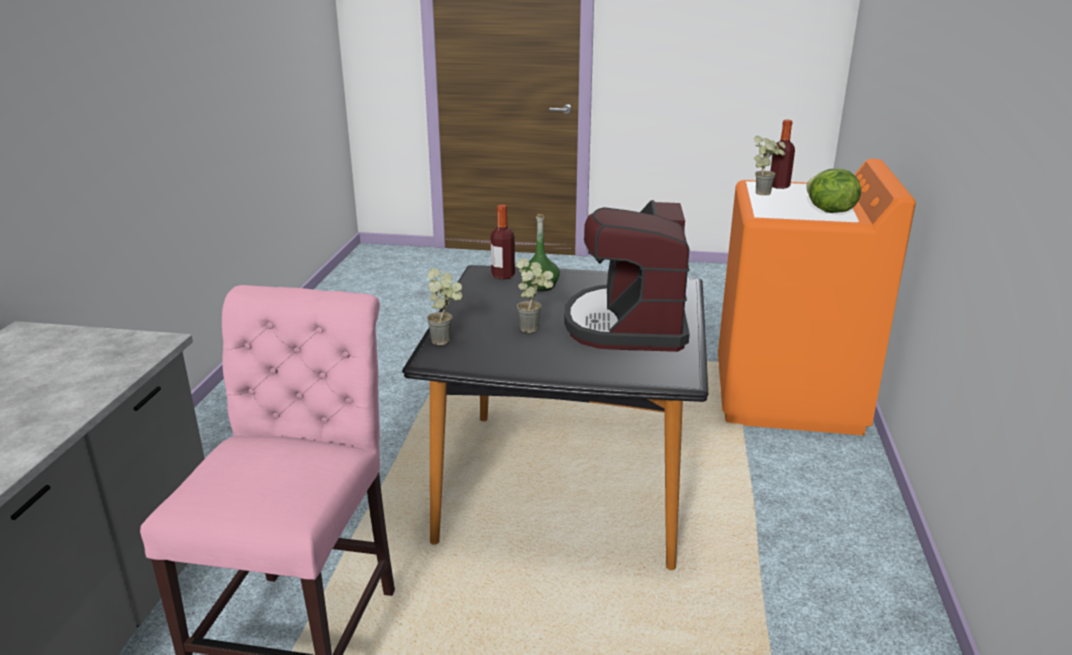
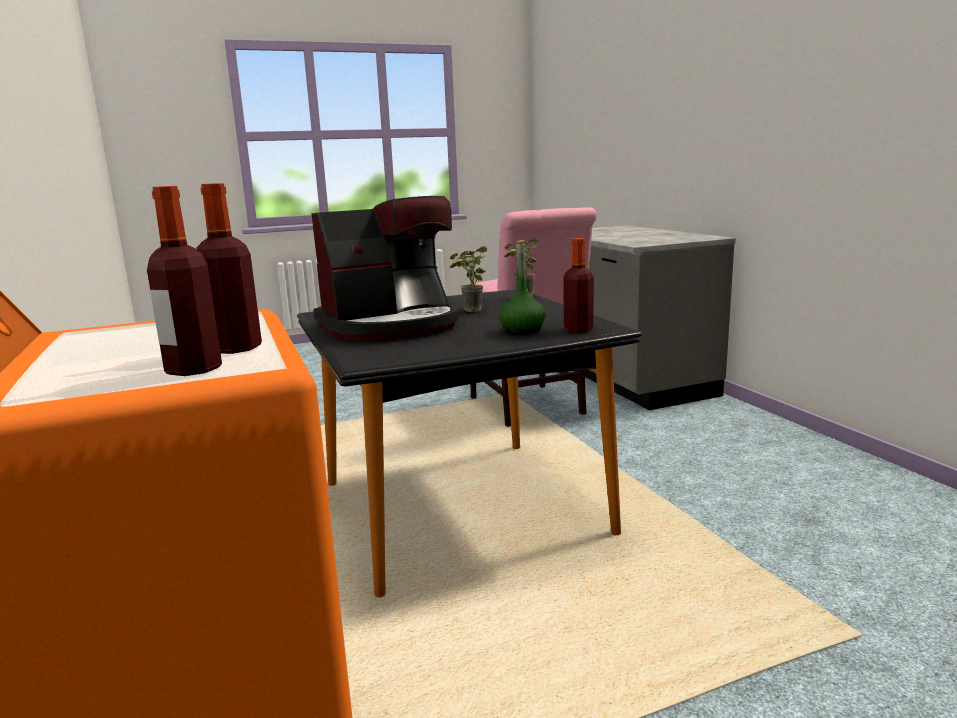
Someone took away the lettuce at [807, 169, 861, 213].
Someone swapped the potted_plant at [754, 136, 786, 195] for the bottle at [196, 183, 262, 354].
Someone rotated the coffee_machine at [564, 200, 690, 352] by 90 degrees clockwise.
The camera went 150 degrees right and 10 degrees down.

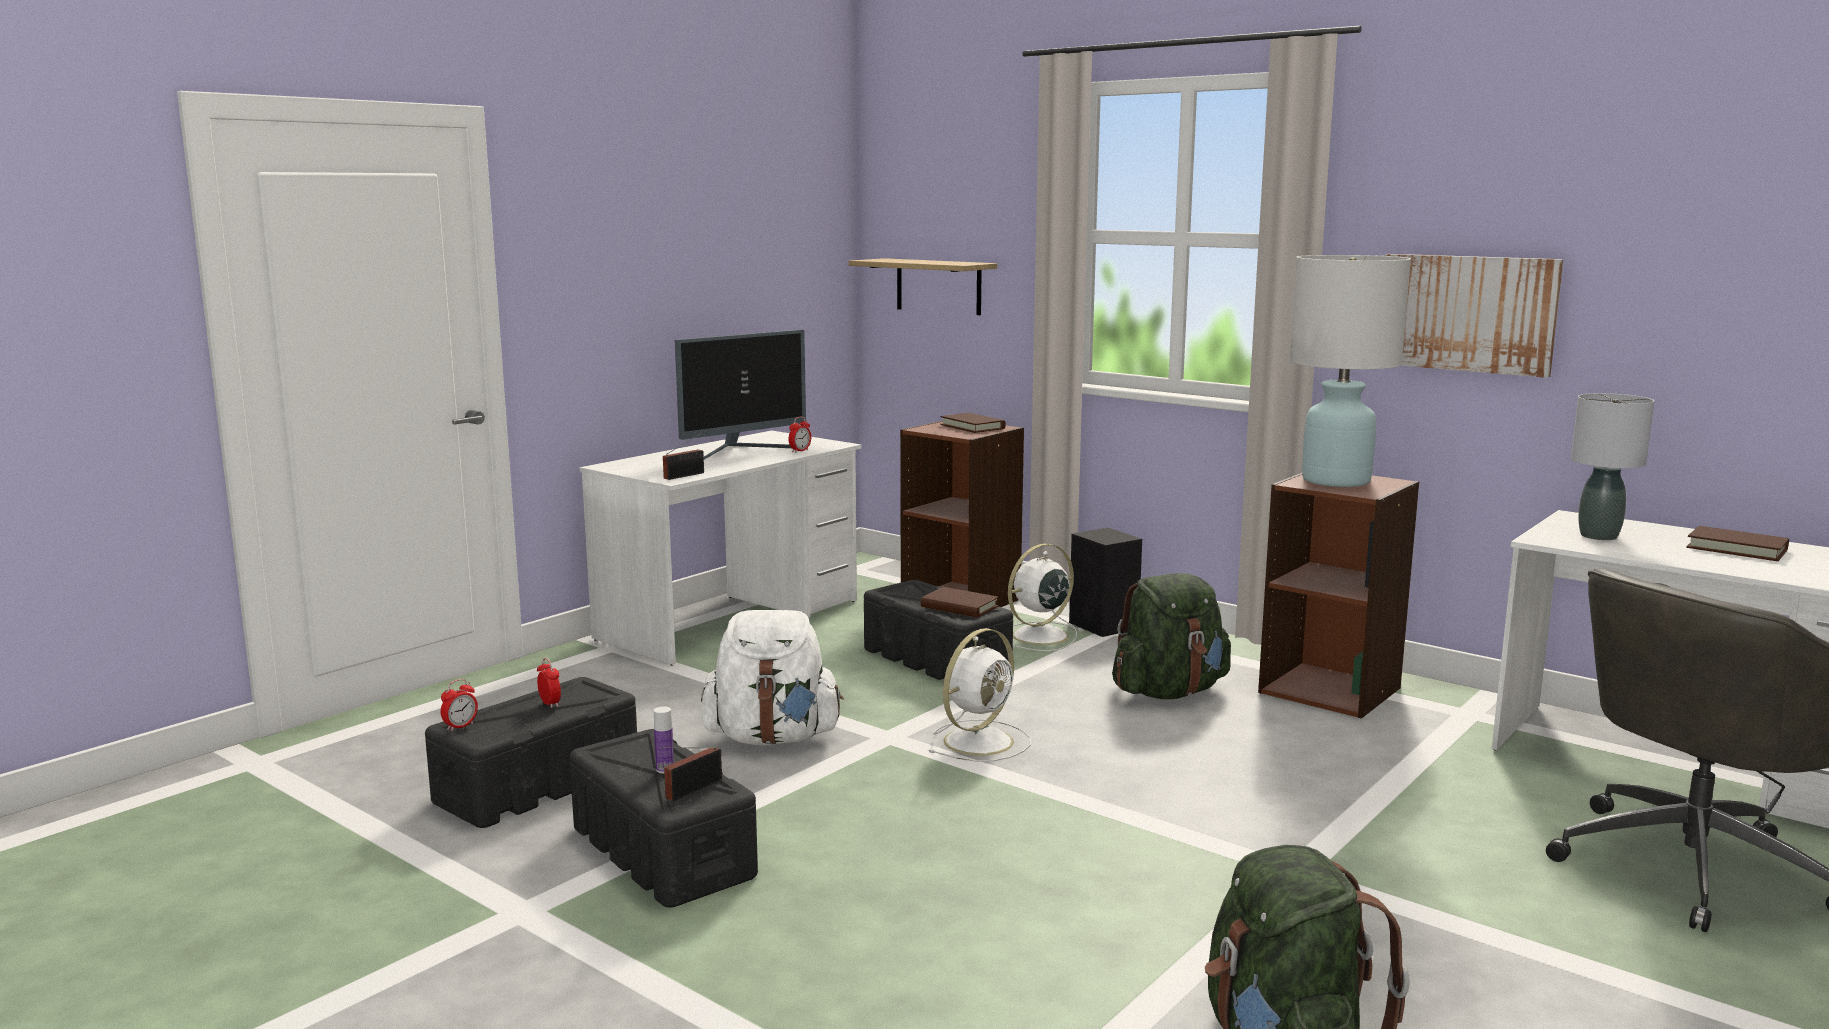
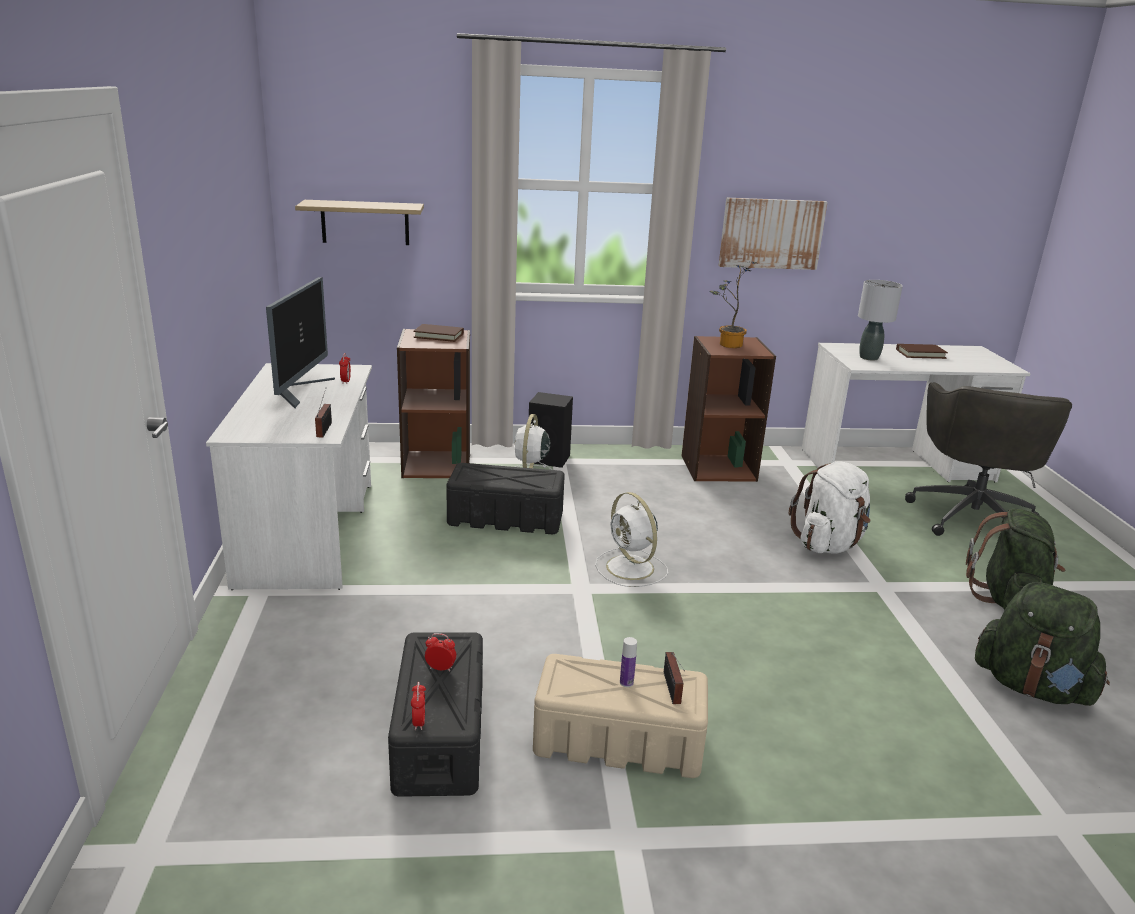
Someone took away the brown_book at [921, 587, 998, 617].
Someone carried the white_backpack from [701, 610, 844, 746] to [788, 461, 871, 553].
Someone carried the green_backpack from [1112, 573, 1231, 699] to [966, 509, 1065, 610].
Someone swapped the white_table_lamp at [1290, 255, 1411, 487] for the potted_plant at [709, 261, 756, 348].
Someone repainted the black_storage_box at [569, 729, 758, 907], which became the beige_storage_box at [533, 654, 708, 778].
Someone rotated the white_fan at [928, 628, 1031, 762] by 150 degrees clockwise.
The camera went 45 degrees left and 10 degrees up.

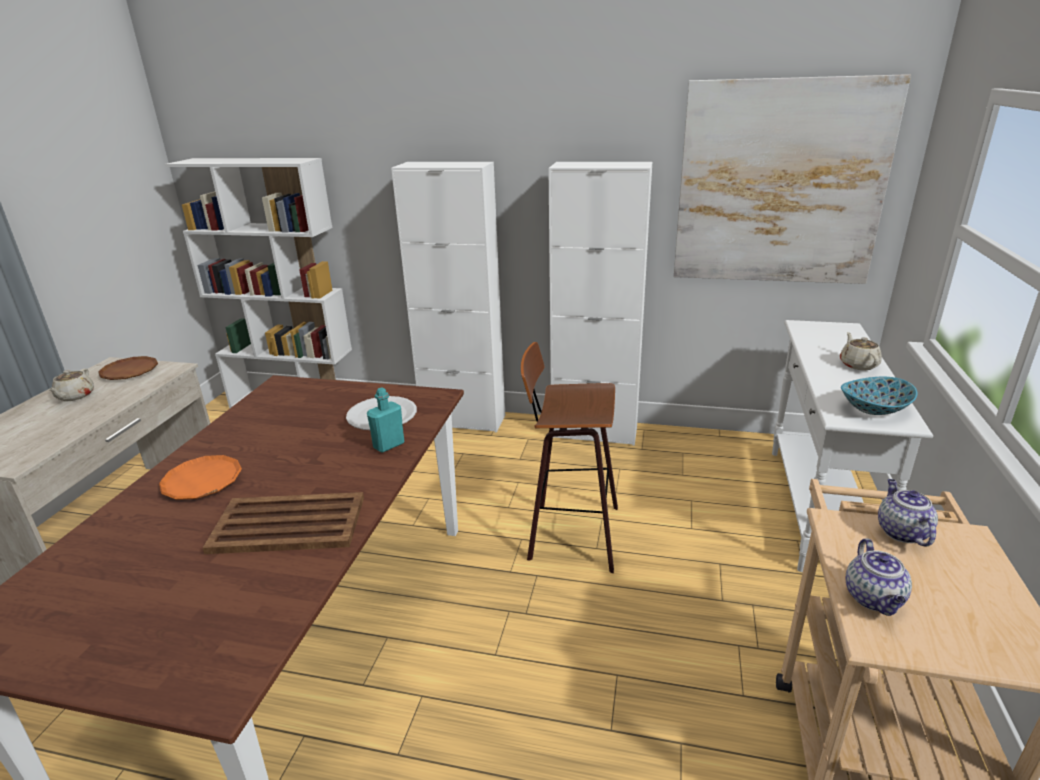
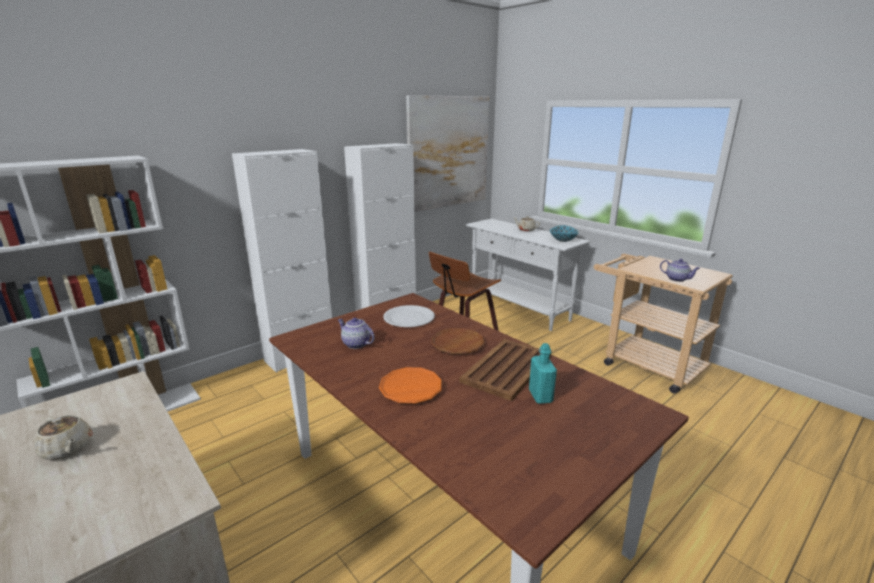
Someone carried the brown_plate from [98, 356, 158, 380] to [432, 328, 485, 354].
Someone carried the turquoise_bottle from [367, 387, 404, 452] to [529, 343, 557, 404].
Someone carried the teapot from [878, 479, 938, 547] to [338, 318, 375, 349].
The camera went 55 degrees left and 5 degrees down.

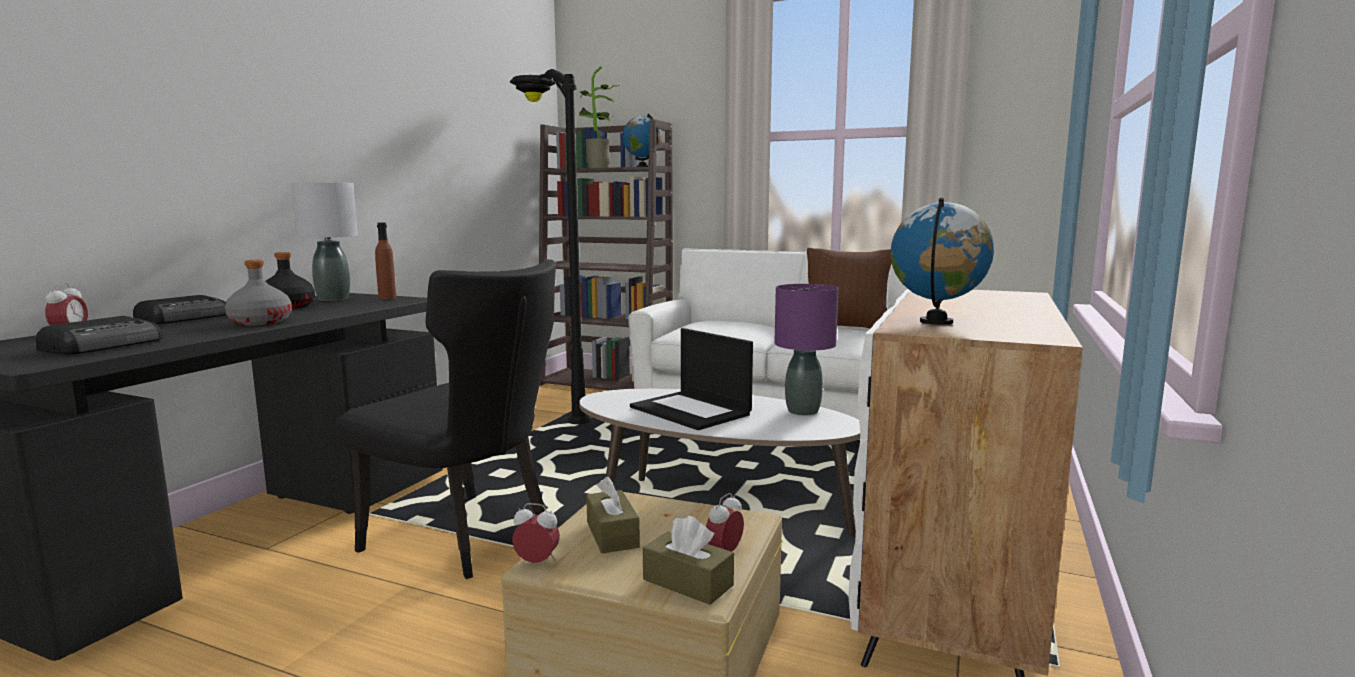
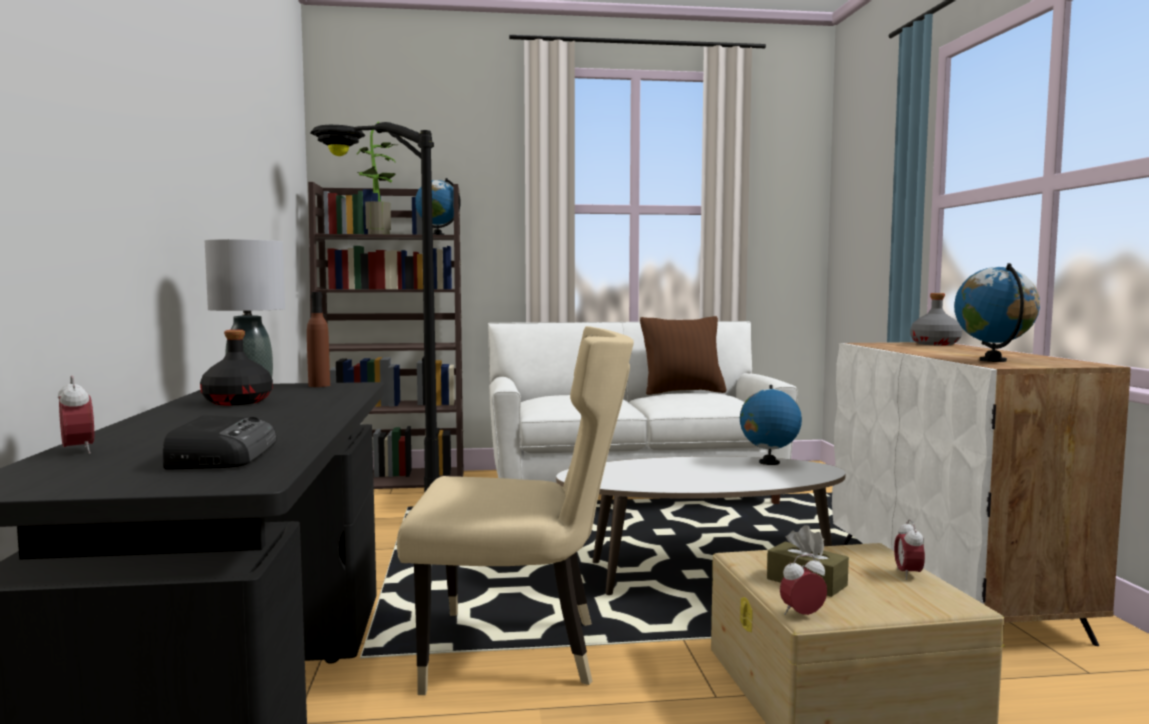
Someone took away the radio at [133, 295, 226, 324].
Someone took away the laptop at [630, 328, 753, 430].
Someone took away the brown_tissue_box at [643, 516, 734, 605].
Someone carried the grey_bottle from [225, 260, 292, 326] to [910, 293, 962, 346].
Someone swapped the purple_table_lamp at [774, 284, 838, 416] for the globe at [740, 385, 802, 465].
Someone repainted the black_chair at [336, 259, 556, 579], which became the beige_chair at [397, 326, 634, 695].
The camera went 30 degrees left and 5 degrees down.

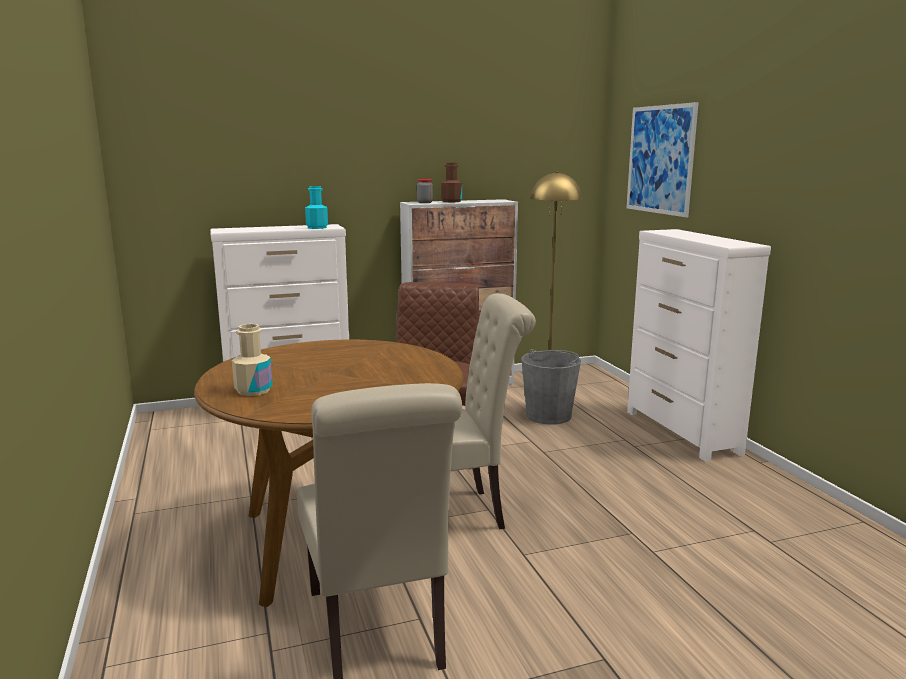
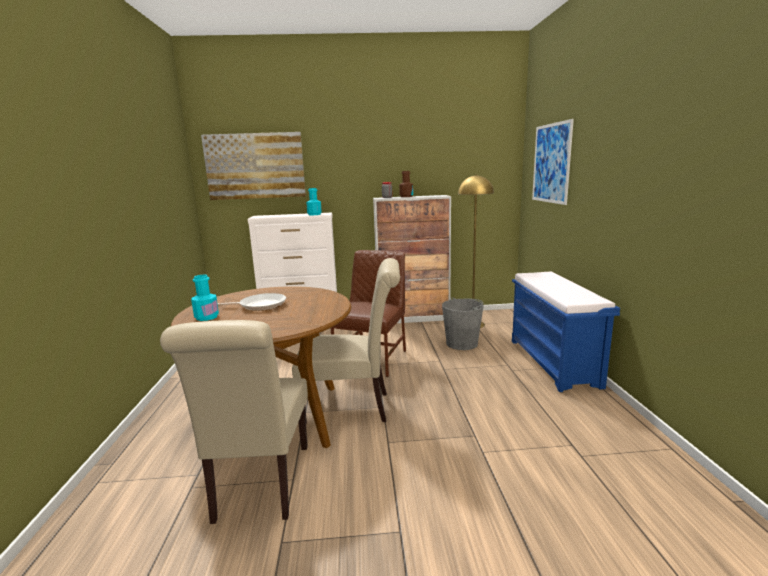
Someone put up the picture at [201, 132, 306, 200].
Someone put down the frying_pan at [217, 293, 286, 311].
Someone swapped the white_dresser at [627, 229, 771, 462] for the blue_bench at [512, 272, 620, 392].
Someone repainted the beige_bottle at [232, 324, 273, 396], which became the turquoise_bottle at [191, 275, 219, 321].
The camera went 15 degrees right and 0 degrees up.

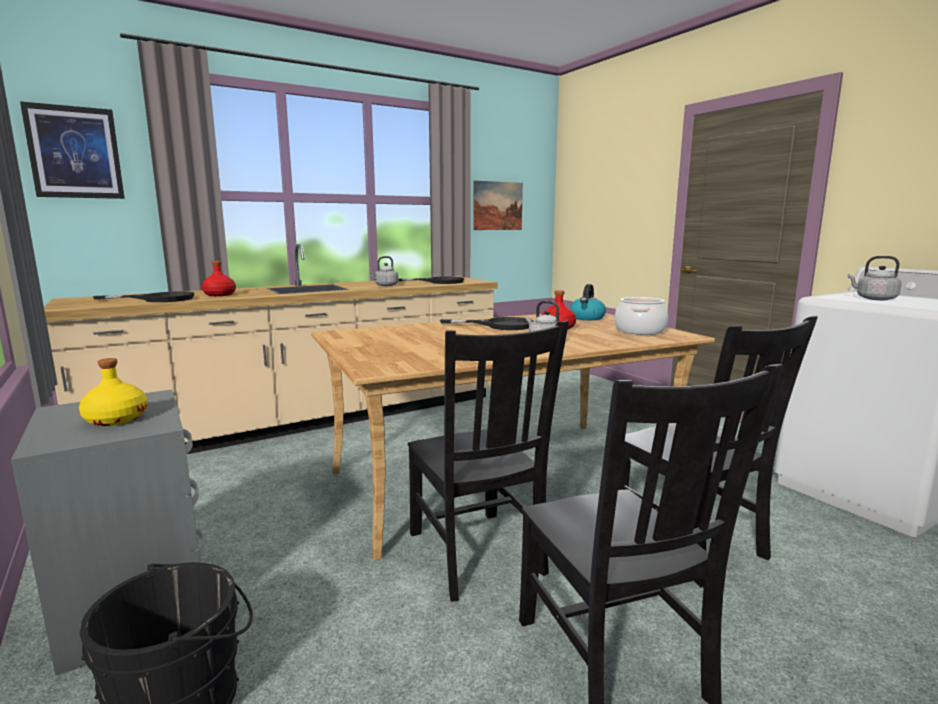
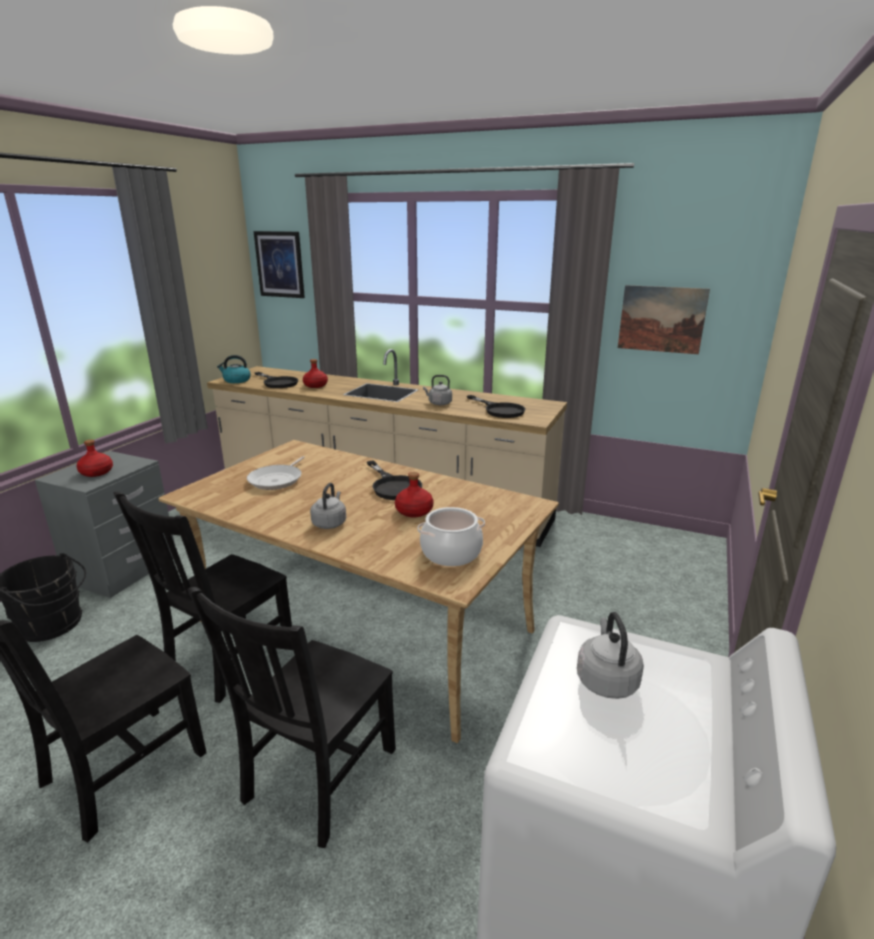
Someone put down the frying_pan at [247, 456, 305, 490].
Someone carried the kettle from [570, 284, 606, 320] to [217, 355, 251, 383].
Someone repainted the yellow_bottle at [79, 358, 148, 426], which became the red_bottle at [76, 440, 113, 477].
The camera went 55 degrees right and 10 degrees up.

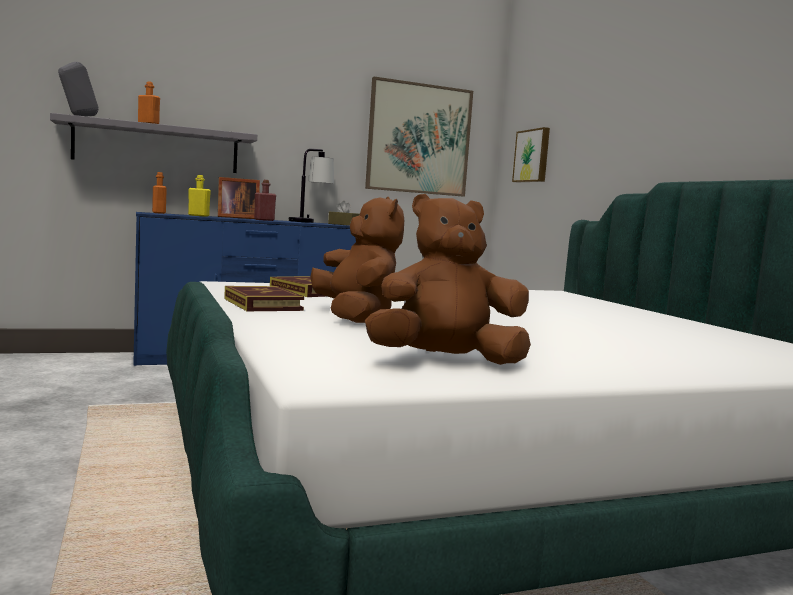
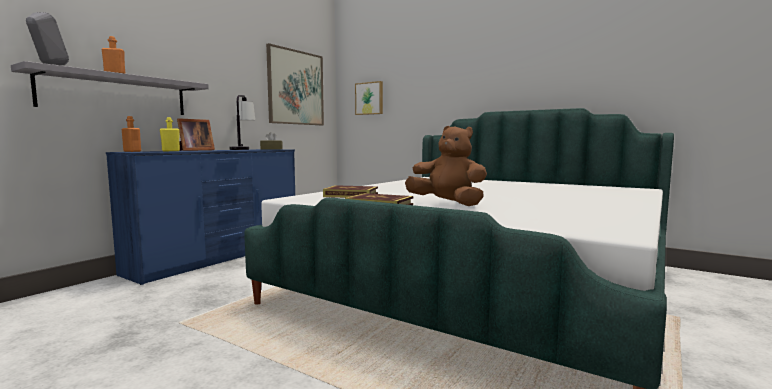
Someone took away the red_bottle at [254, 180, 276, 221].
Someone took away the brown_plush_toy at [365, 194, 531, 365].
The camera went 35 degrees left and 0 degrees up.

